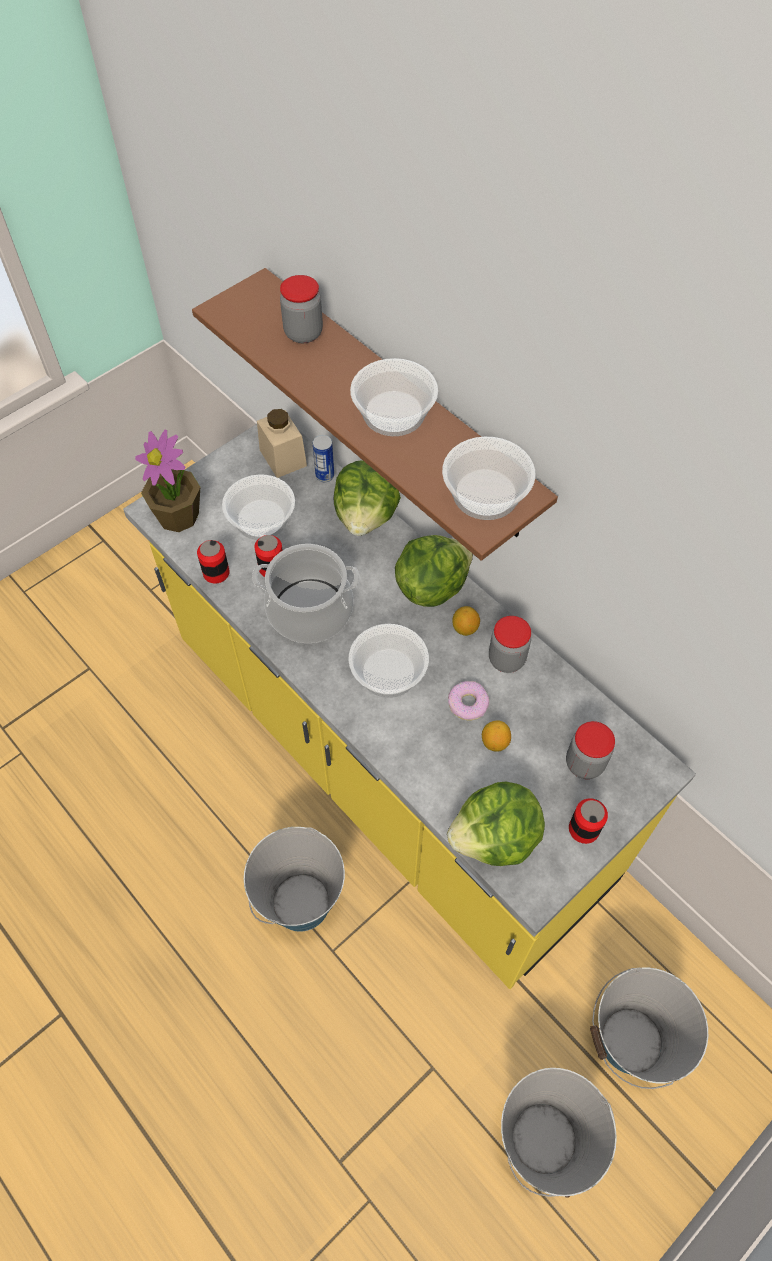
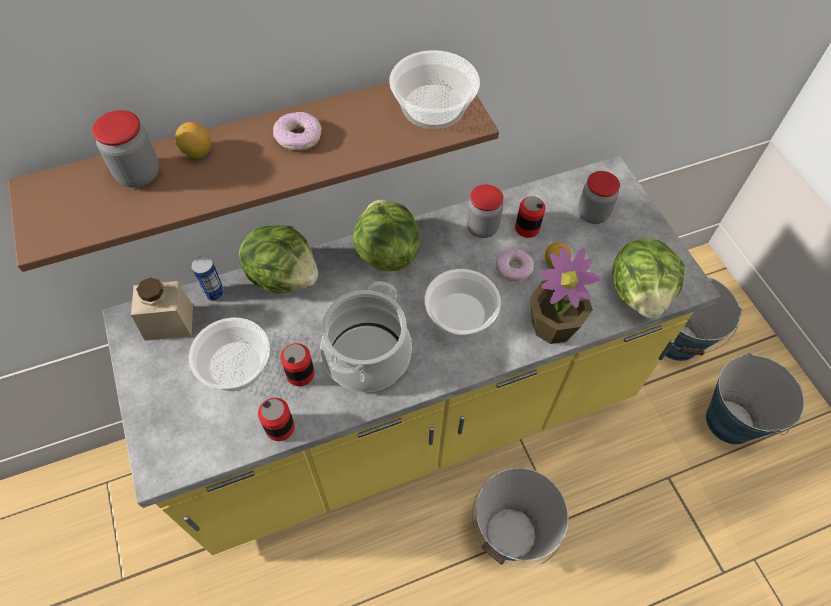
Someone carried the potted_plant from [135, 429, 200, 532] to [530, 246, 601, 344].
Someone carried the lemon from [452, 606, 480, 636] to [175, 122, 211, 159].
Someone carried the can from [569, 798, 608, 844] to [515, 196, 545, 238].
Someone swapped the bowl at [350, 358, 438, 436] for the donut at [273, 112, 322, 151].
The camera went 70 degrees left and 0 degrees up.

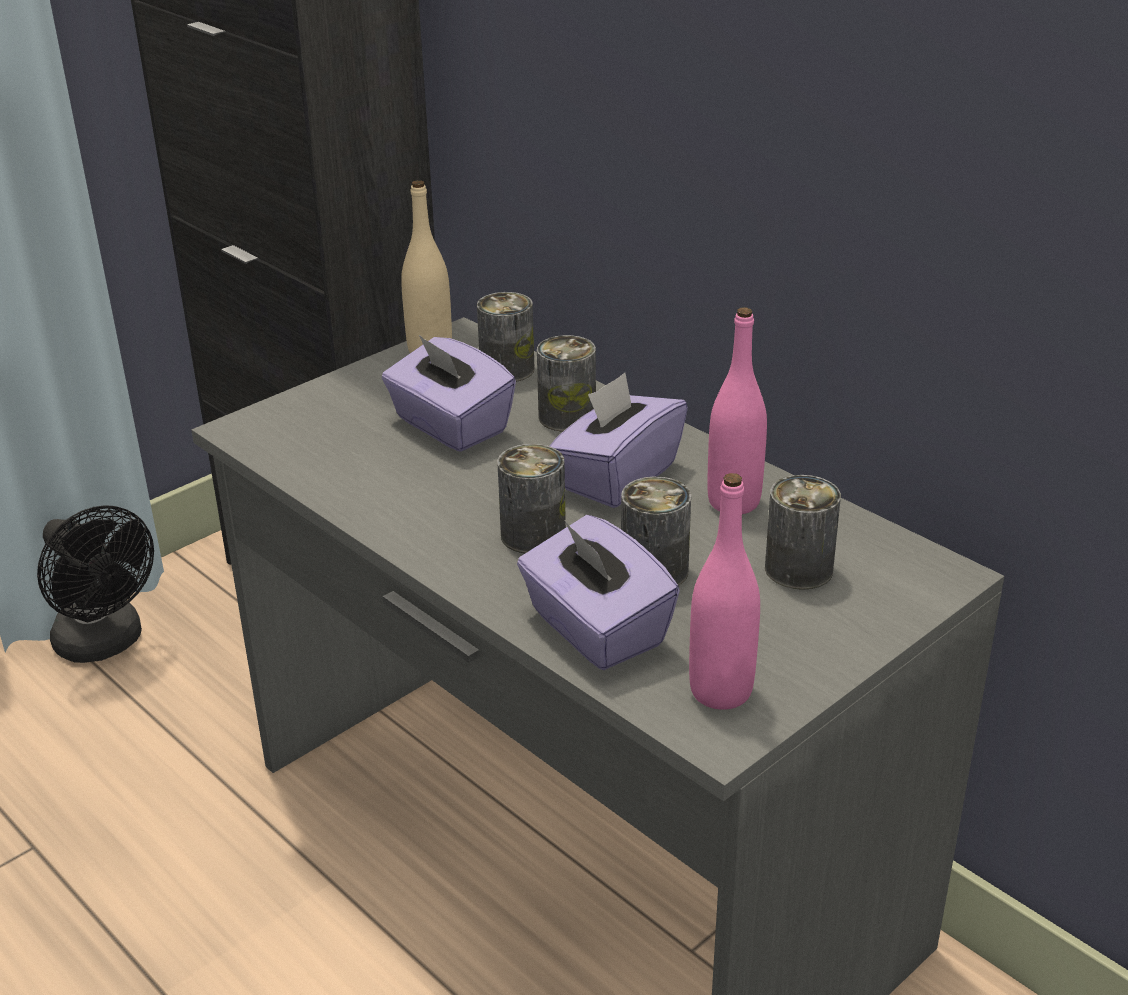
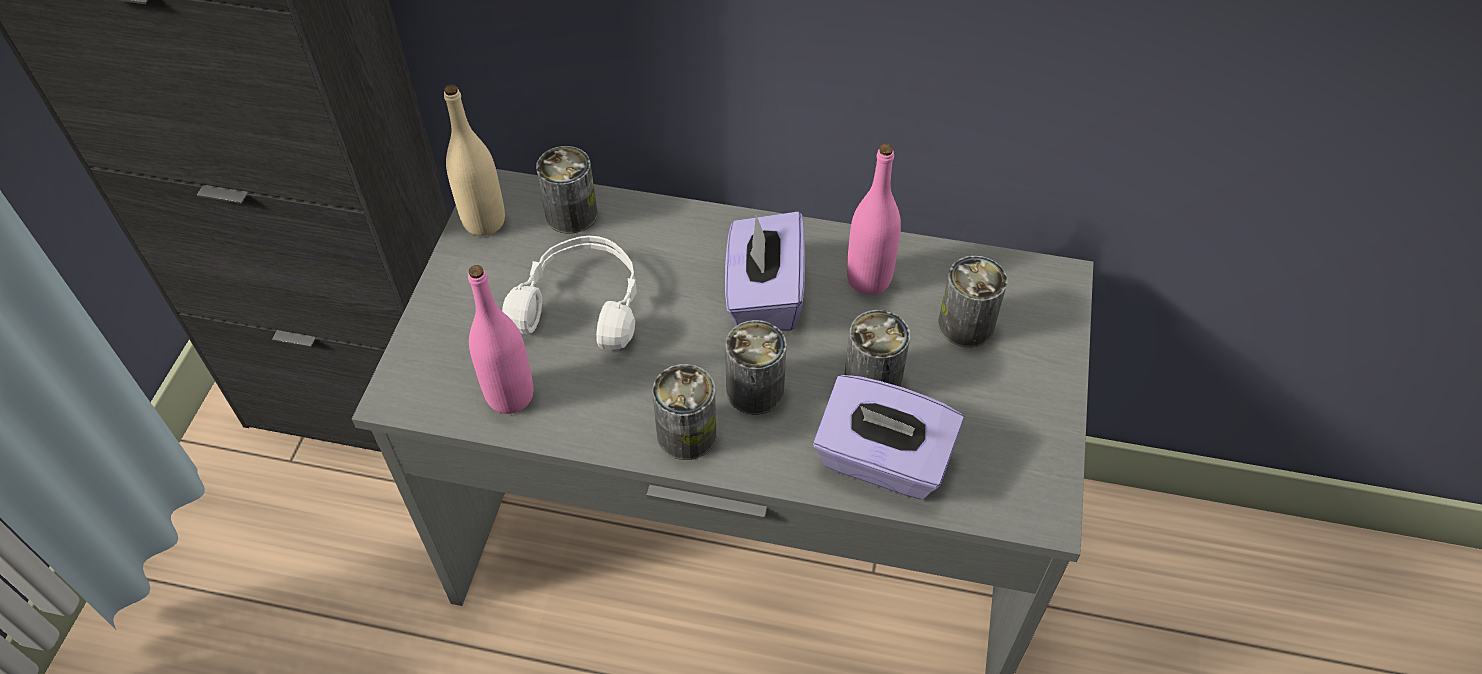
Someone took away the black_fan at [37, 505, 154, 663].
Someone carried the can from [537, 335, 596, 432] to [653, 364, 716, 460].
Someone carried the pink_bottle from [689, 473, 760, 710] to [468, 265, 533, 414].
Someone swapped the purple_tissue_box at [382, 334, 516, 452] for the white_headphones at [502, 236, 637, 350].
The camera went 35 degrees left and 20 degrees up.

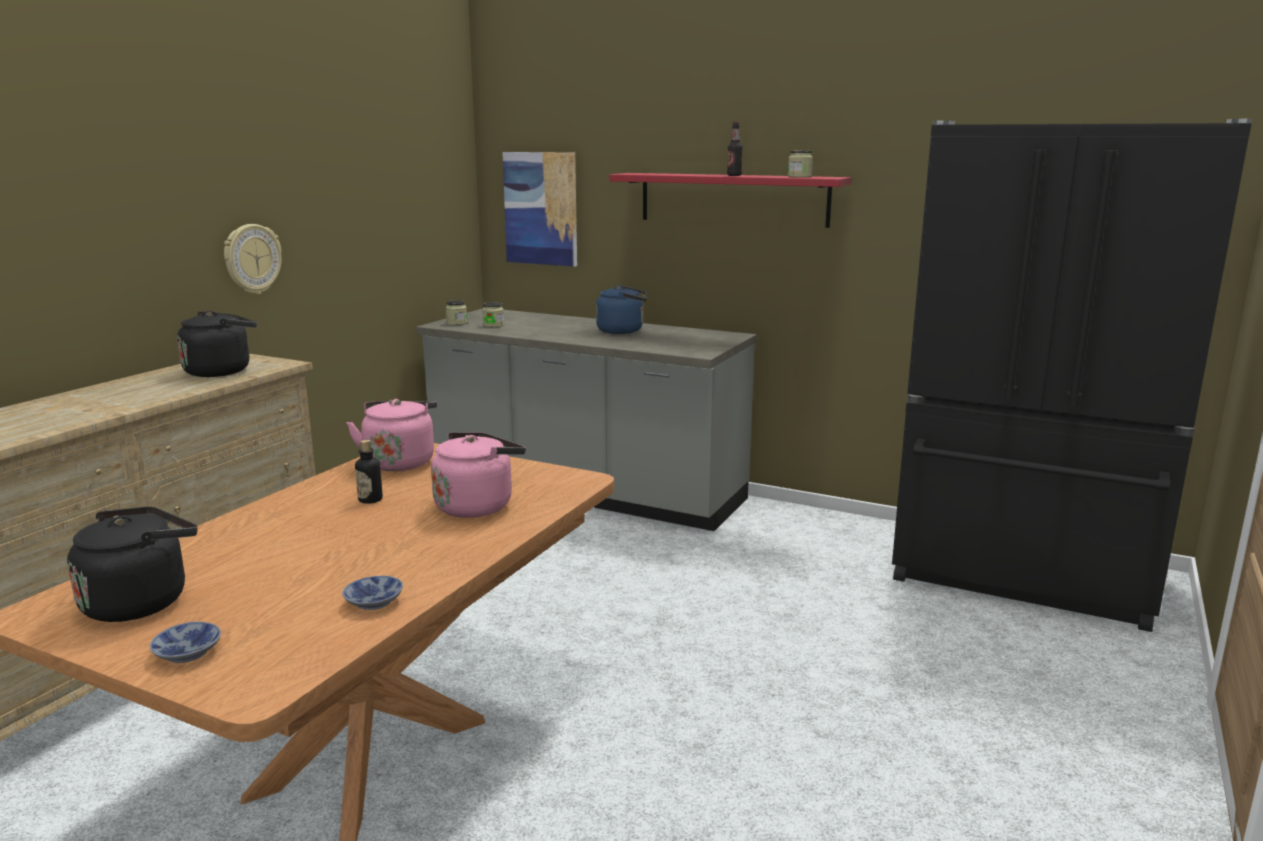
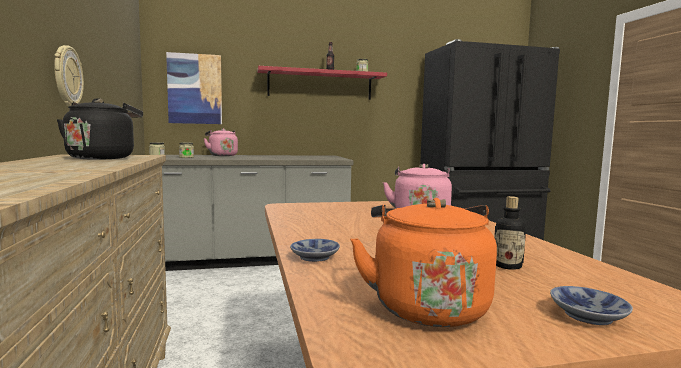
Someone took away the blue_kettle at [596, 285, 647, 334].
Someone carried the bowl from [342, 576, 403, 610] to [290, 239, 340, 262].
Someone carried the pink_kettle from [347, 399, 437, 471] to [203, 128, 238, 156].
Someone carried the bottle from [355, 440, 383, 504] to [494, 196, 526, 270].
Someone repainted the black_kettle at [67, 507, 198, 622], which became the orange_kettle at [350, 198, 497, 327].
The camera went 40 degrees left and 10 degrees down.

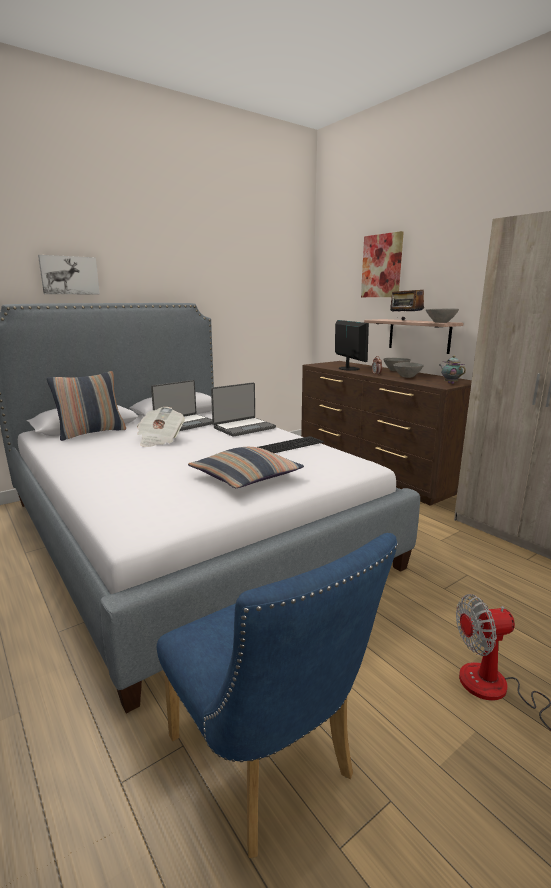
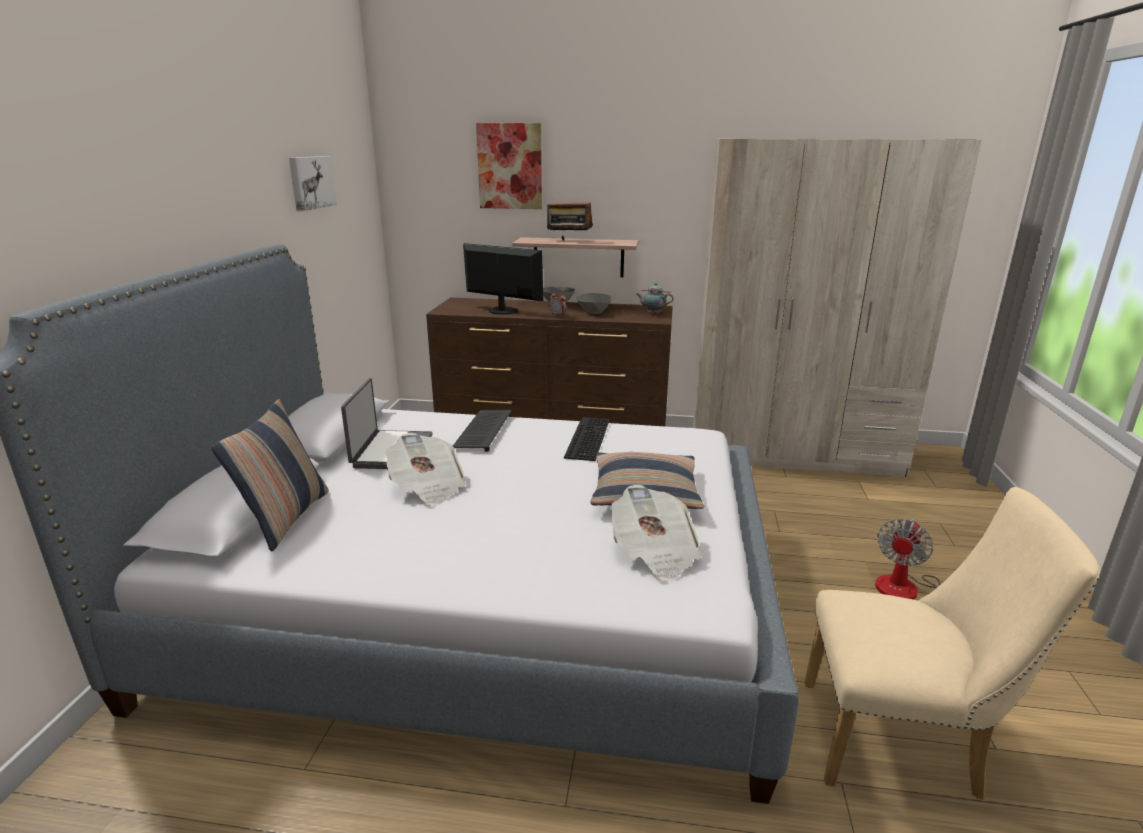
Someone took away the grey_bowl at [426, 308, 459, 323].
Someone put down the newspaper at [610, 485, 702, 582].
Someone carried the picture from [38, 255, 100, 294] to [289, 156, 337, 211].
Someone swapped the laptop at [211, 382, 276, 437] for the keyboard at [453, 410, 512, 452].
Someone repainted the blue_chair at [157, 533, 398, 858], which became the beige_chair at [805, 487, 1101, 800].
The camera went 45 degrees left and 5 degrees up.

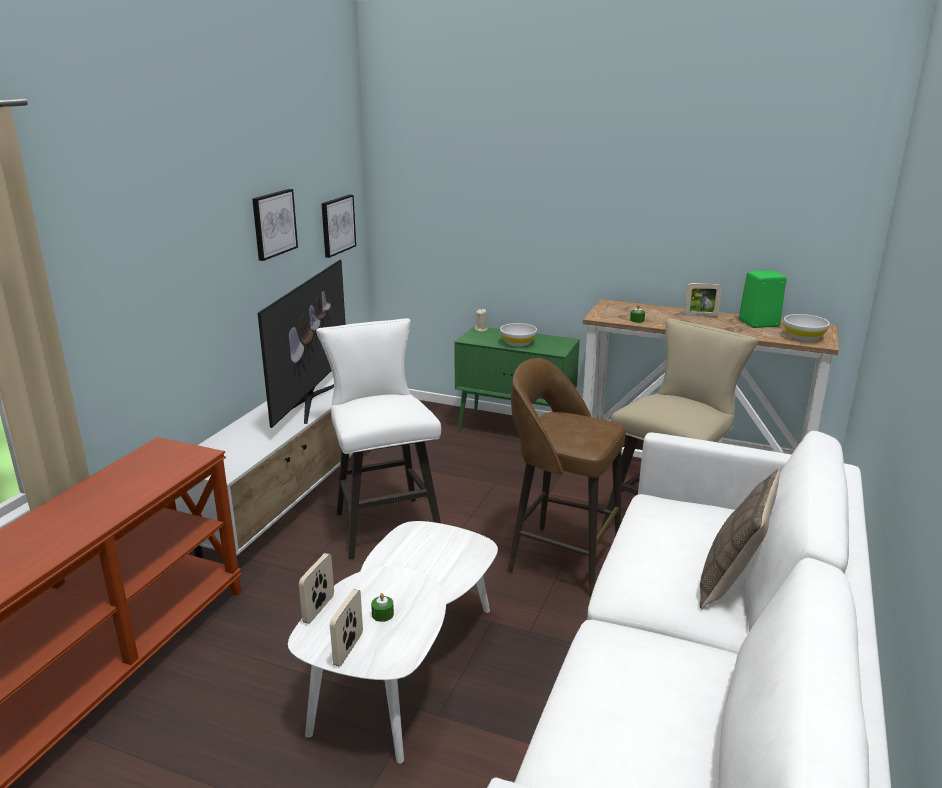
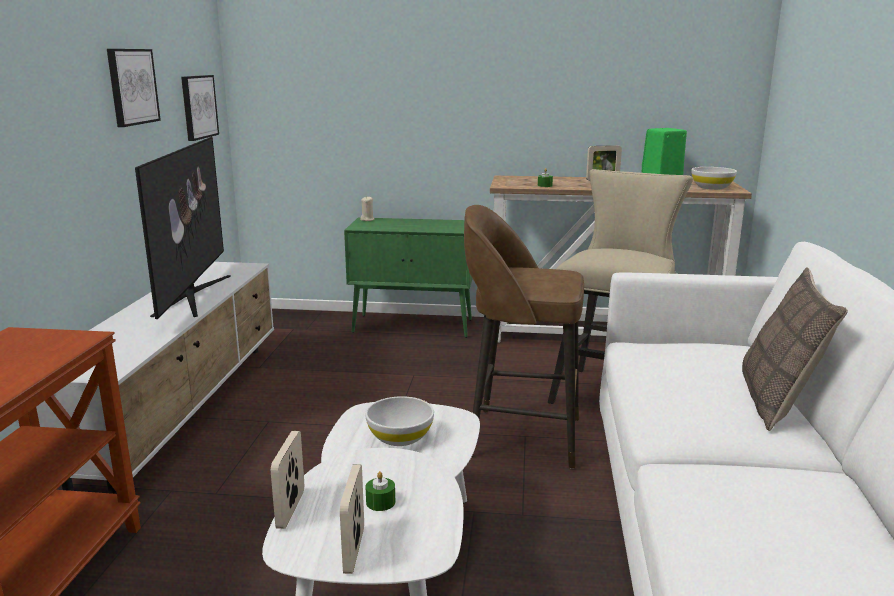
Someone took away the white_stool at [316, 318, 441, 559].
Someone carried the white_bowl from [500, 323, 537, 347] to [365, 396, 434, 446].
The camera went 15 degrees left and 5 degrees down.

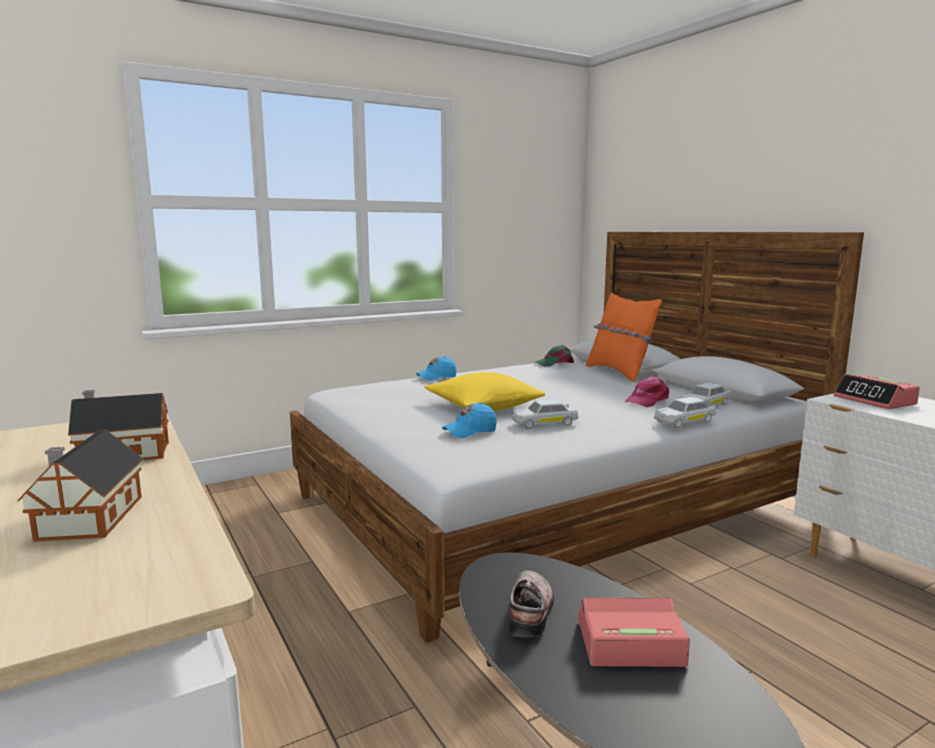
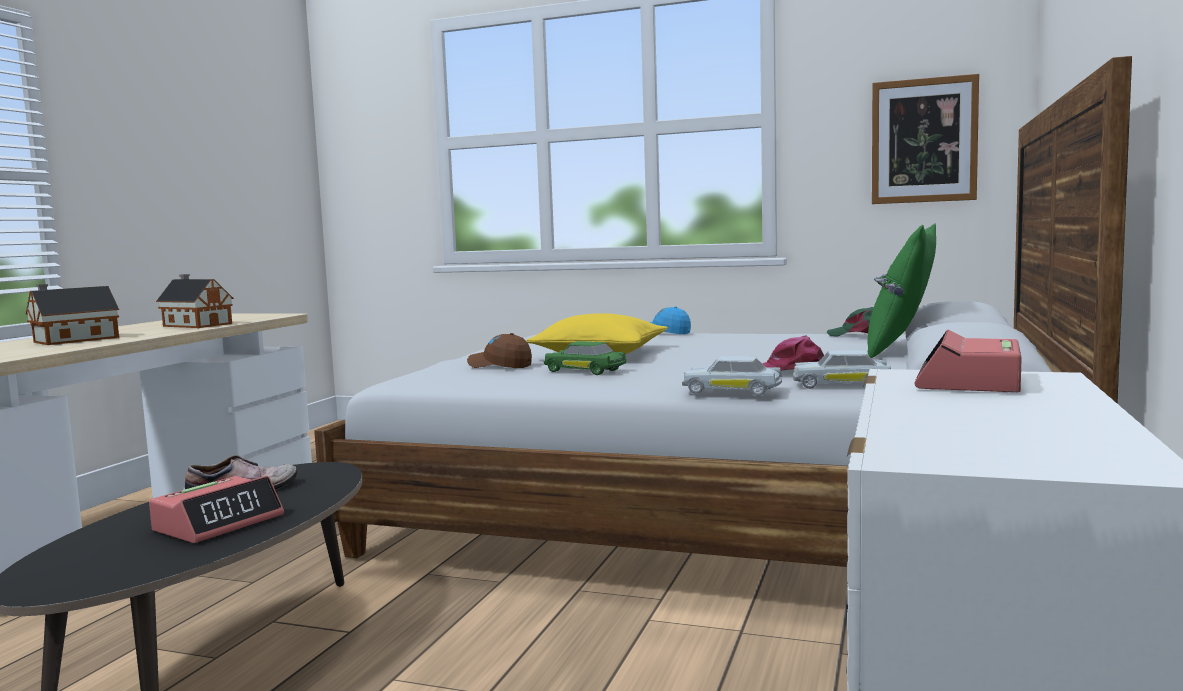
Someone put up the picture at [872, 74, 979, 204].
Someone repainted the blue_cap at [442, 402, 497, 438], which became the brown_cap at [467, 333, 532, 368].
Someone repainted the white_toy_car at [512, 399, 578, 429], which became the green_toy_car at [544, 341, 626, 375].
Someone repainted the orange_pillow at [586, 293, 662, 382], which became the green_pillow at [868, 224, 936, 358].
Someone rotated the alarm_clock at [578, 598, 690, 667] by 75 degrees clockwise.
The camera went 50 degrees right and 5 degrees down.

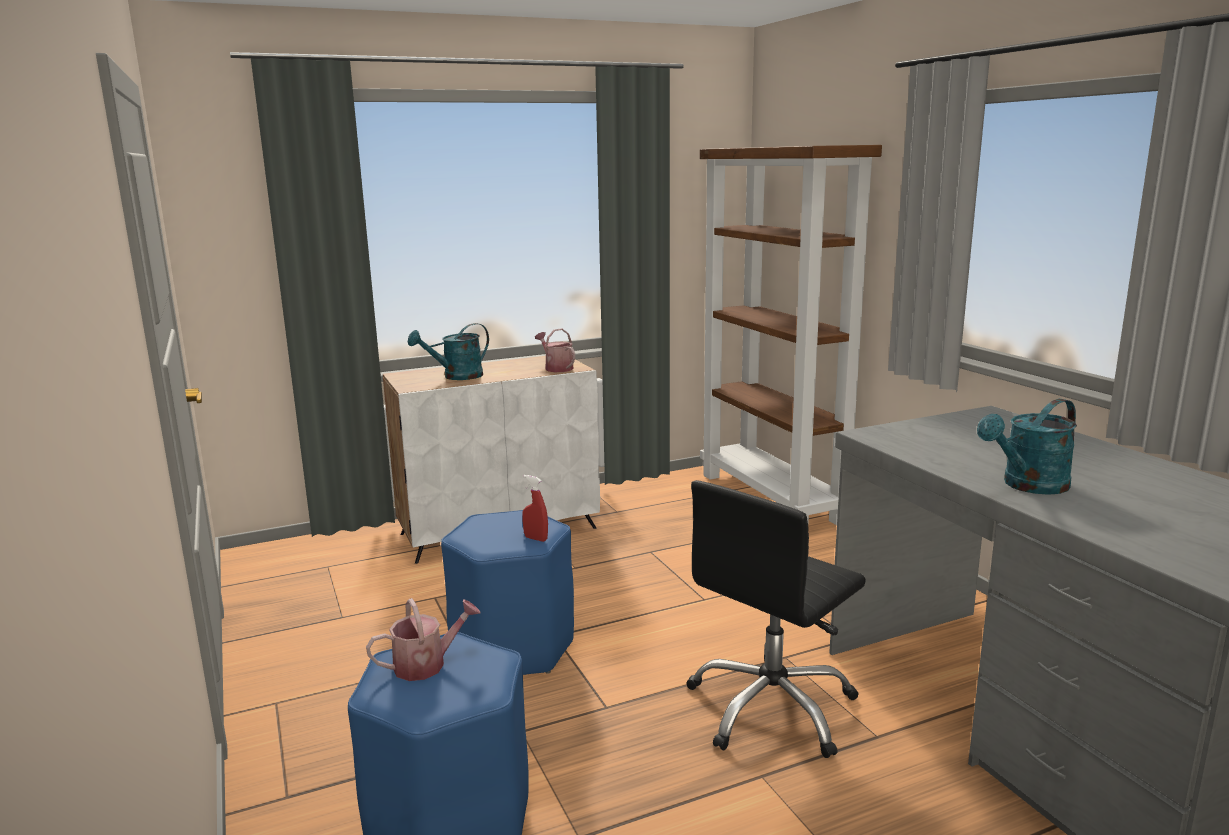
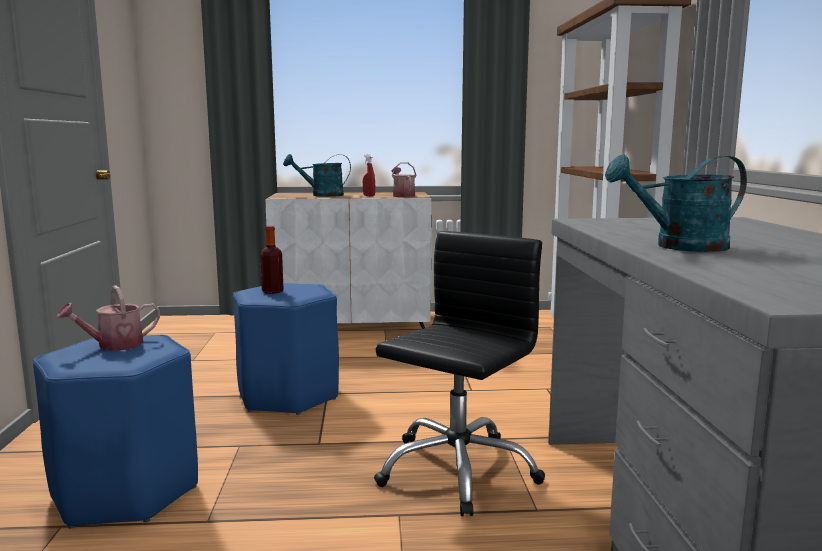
Someone put down the bottle at [260, 226, 284, 294].
Someone carried the red_spray_bottle from [522, 475, 548, 542] to [363, 155, 375, 197].
Someone rotated the watering_can at [366, 598, 480, 681] by 150 degrees clockwise.
Someone rotated the black_office_chair at [687, 480, 866, 758] by 150 degrees clockwise.
The camera went 20 degrees right and 5 degrees down.

